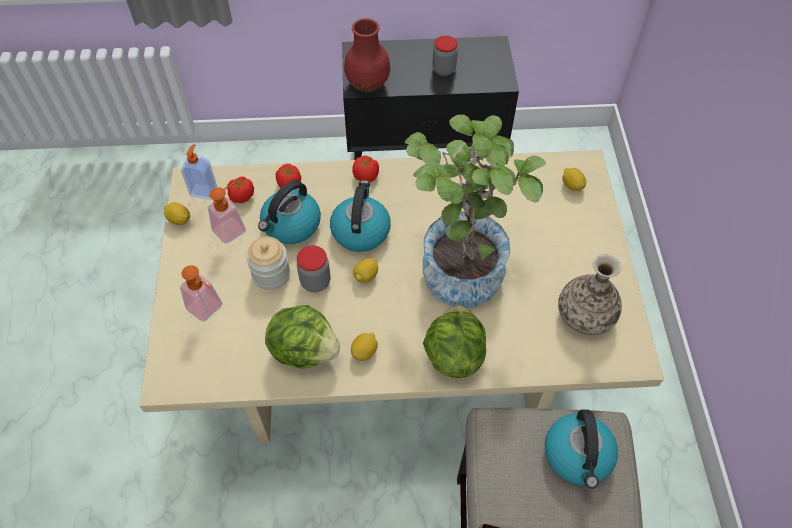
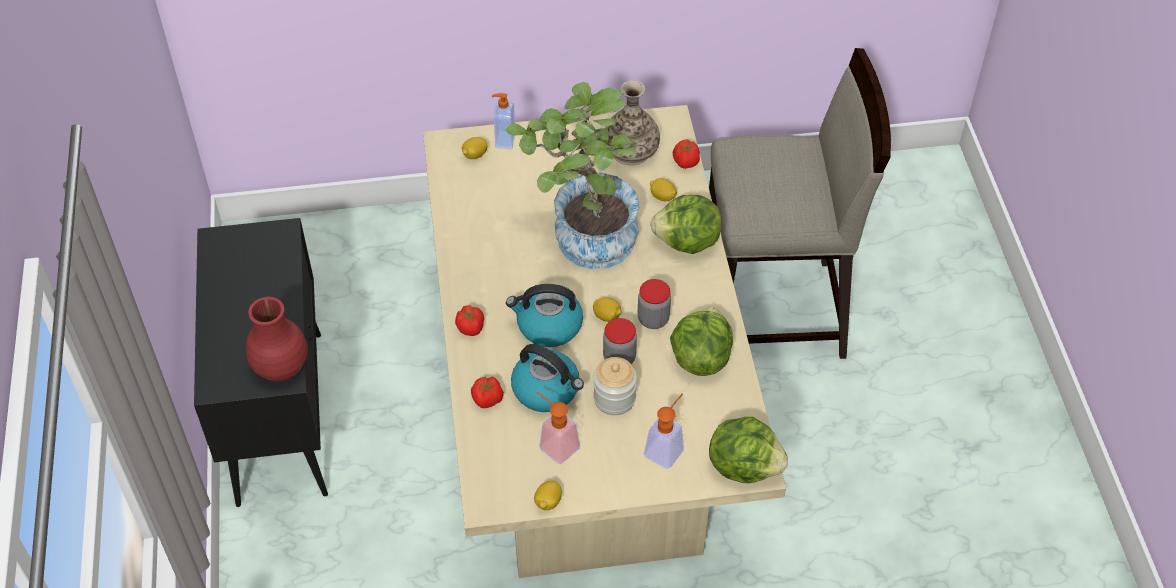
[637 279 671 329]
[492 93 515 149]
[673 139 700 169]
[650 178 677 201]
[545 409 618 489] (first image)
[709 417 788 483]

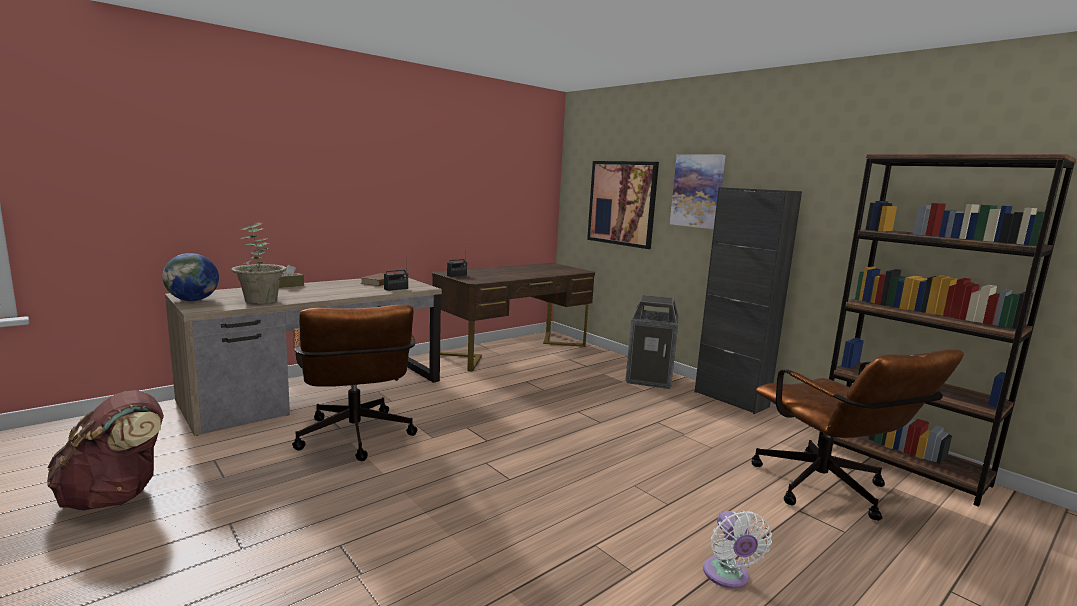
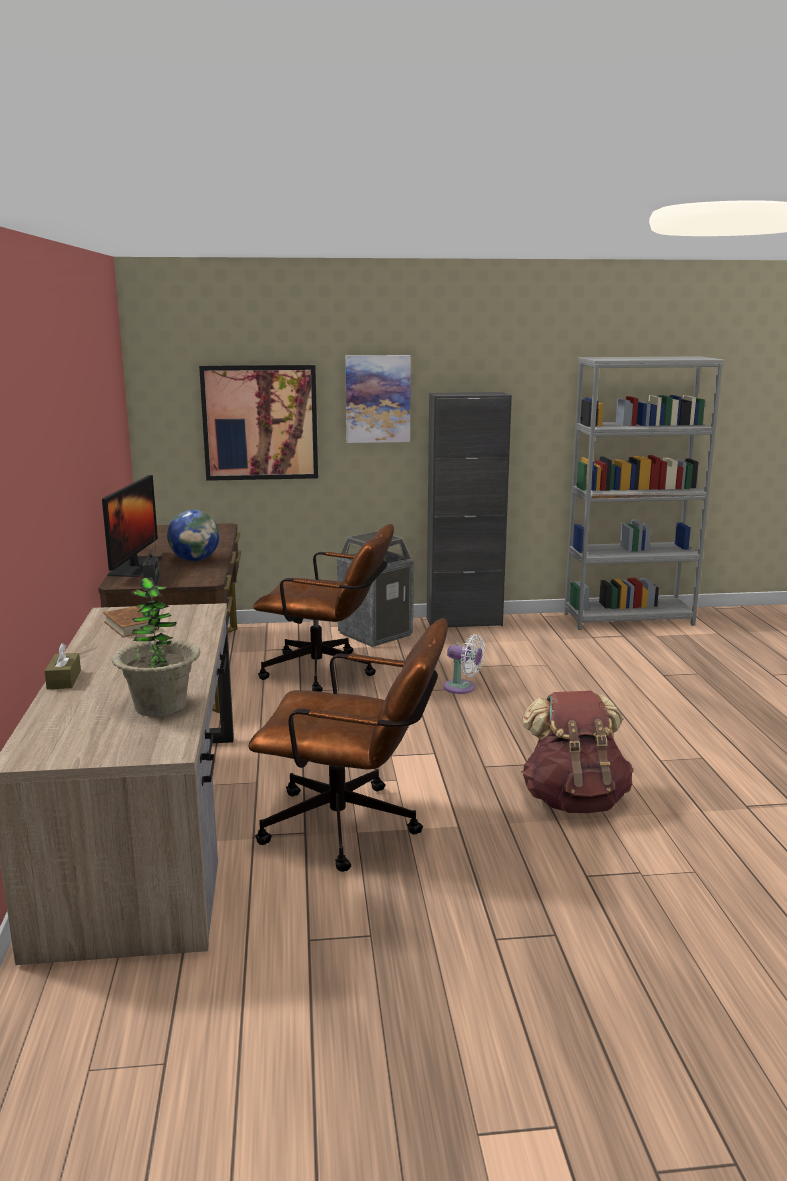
[564 356 724 630]
[167 510 219 561]
[384 256 408 291] (first image)
[253 524 394 692]
[521 691 633 813]
[444 634 485 694]
[102 475 162 577]

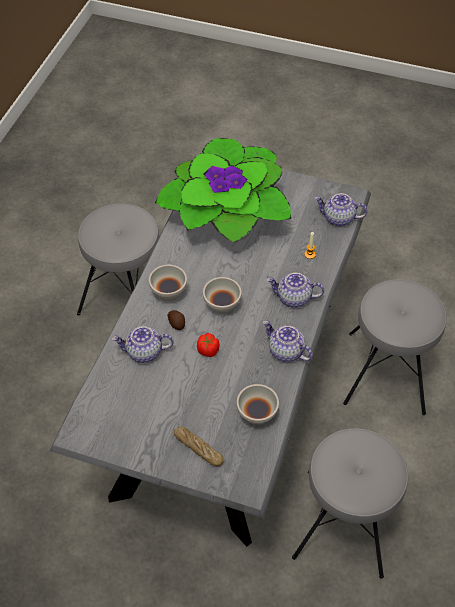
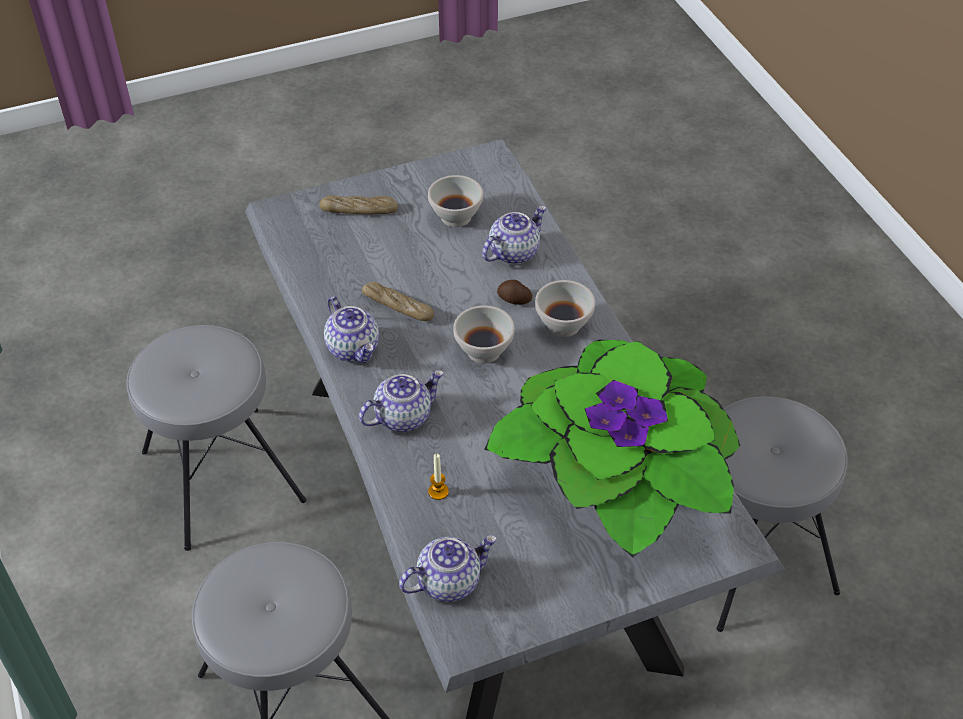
[324 296 379 363]
[197 333 220 357] (first image)
[428 175 483 227]
[362 282 434 321]

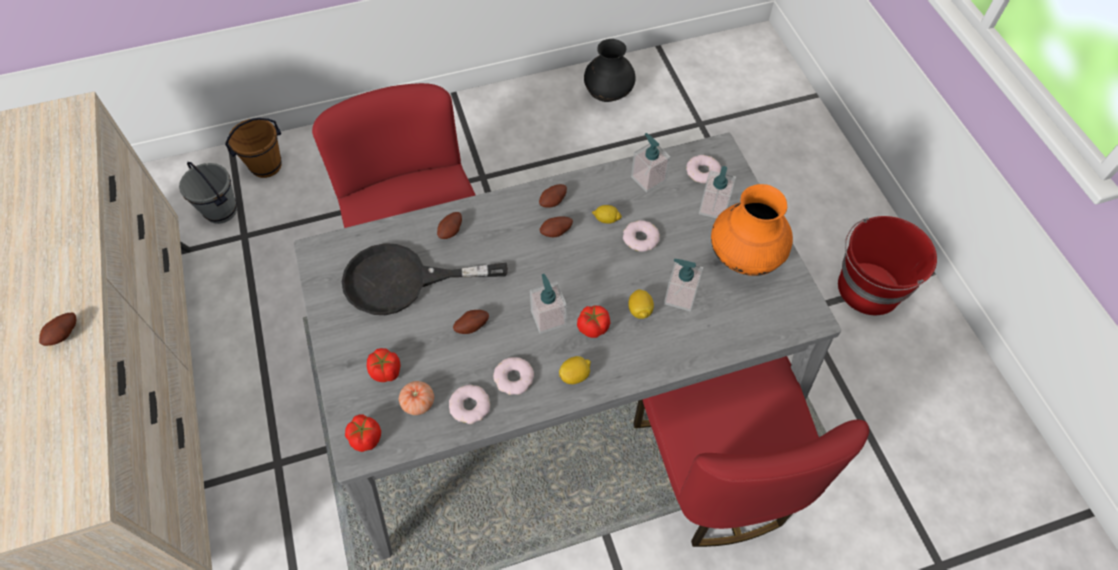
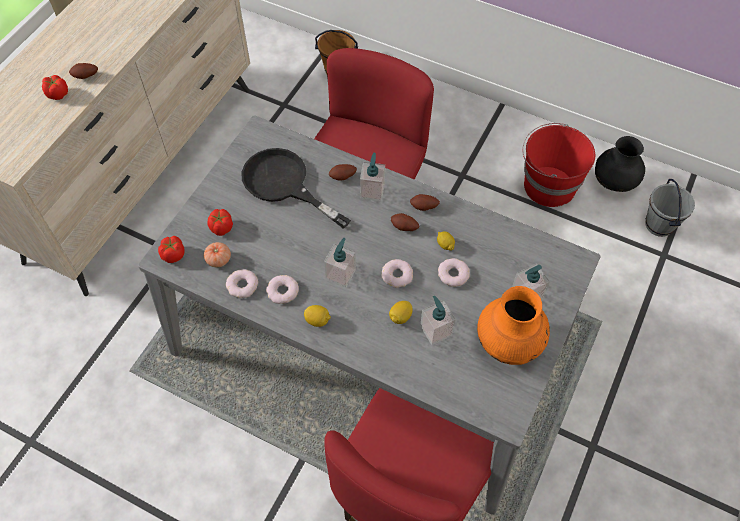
[360 153 385 201]
[381 259 413 288]
[645 179 695 237]
[522 123 595 207]
[42 75 68 100]
[453 310 489 334] (first image)

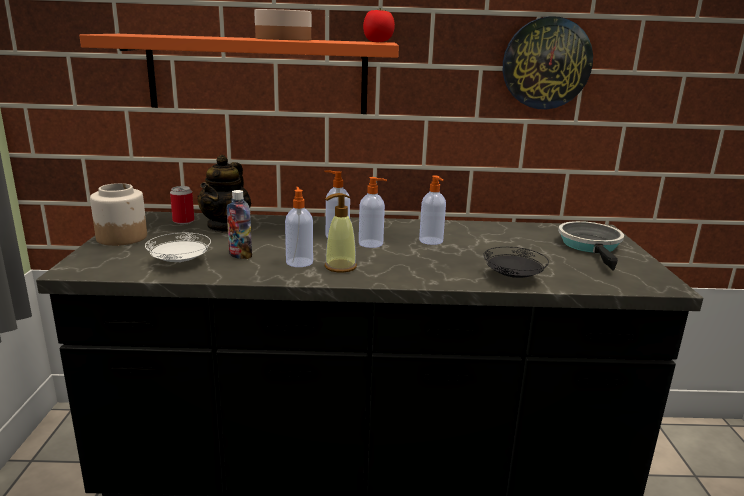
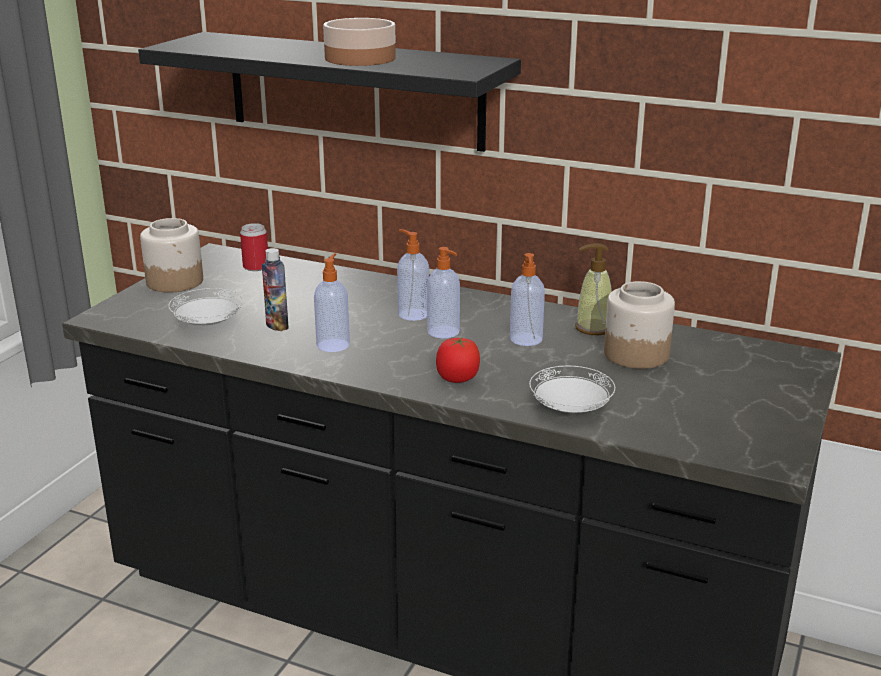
[436 338 480 383]
[503 16 593 109] (first image)
[138 32 521 152]
[197 155 251 233] (first image)
[575 243 612 335]
[558 221 624 271] (first image)
[529 366 615 413]
[604 281 675 369]

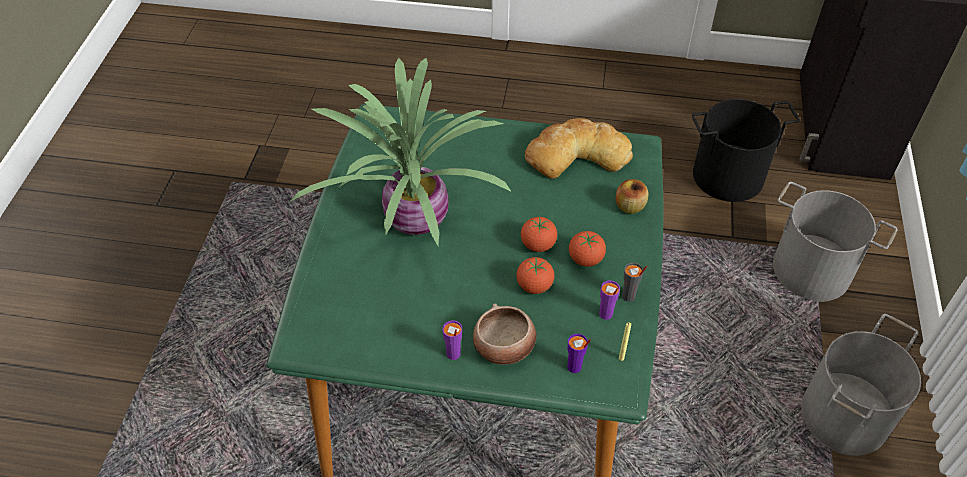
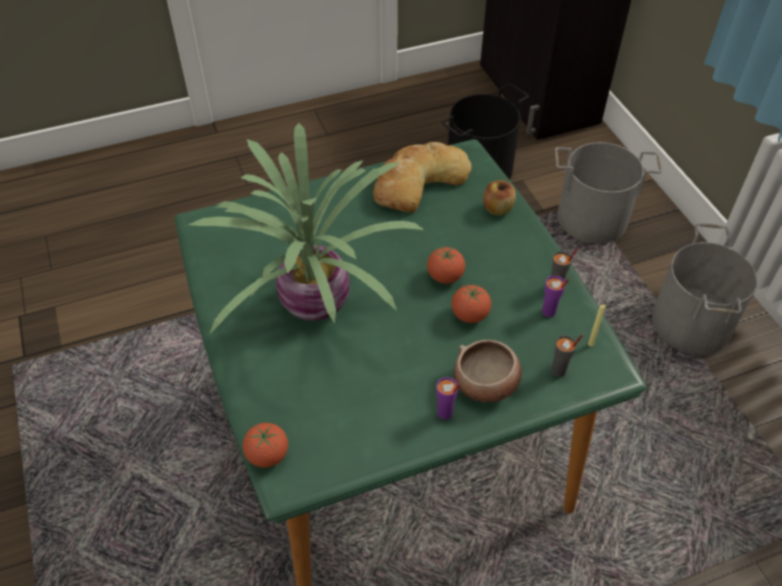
[243 423 288 468]
[551 335 583 377]

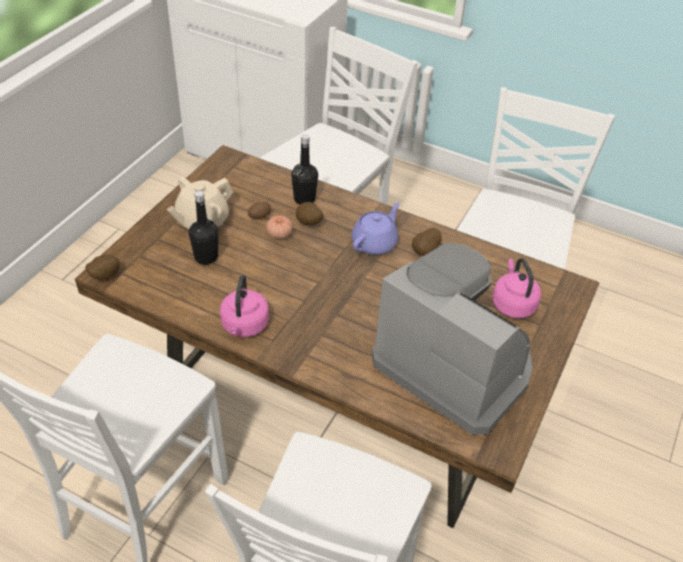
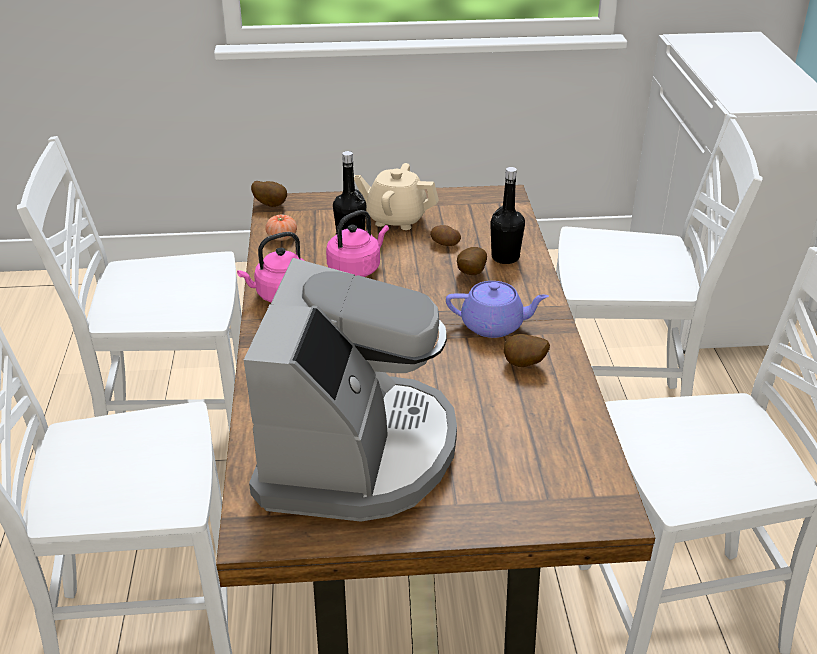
[265 215 297 241]
[326 210 389 277]

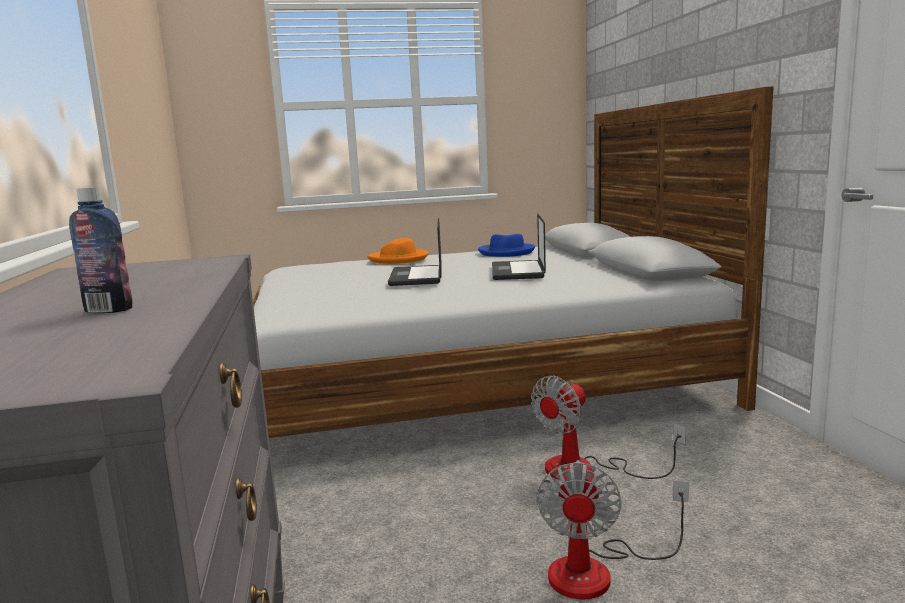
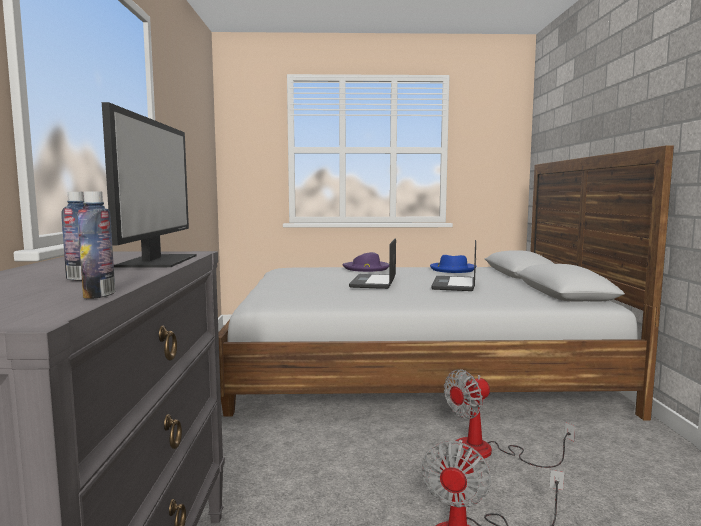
[342 252 389 272]
[102 102 196 268]
[77 191 115 299]

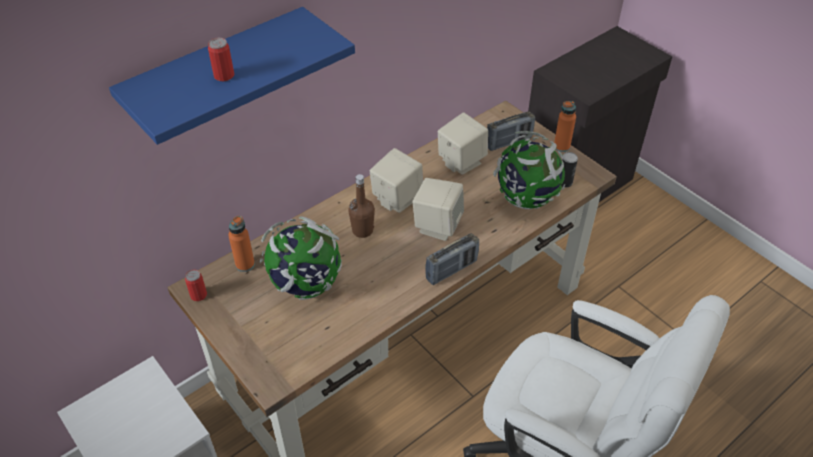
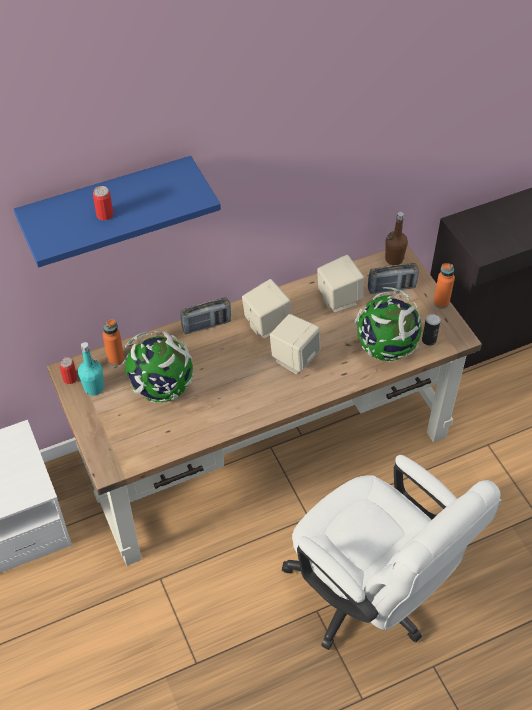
[385 212 408 265]
[180 297 231 334]
[78 342 104 396]

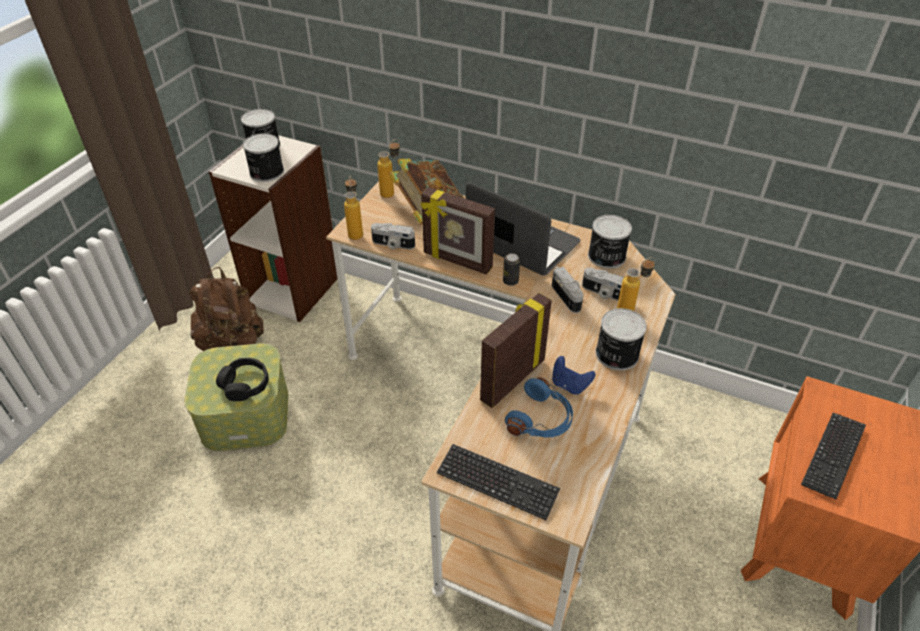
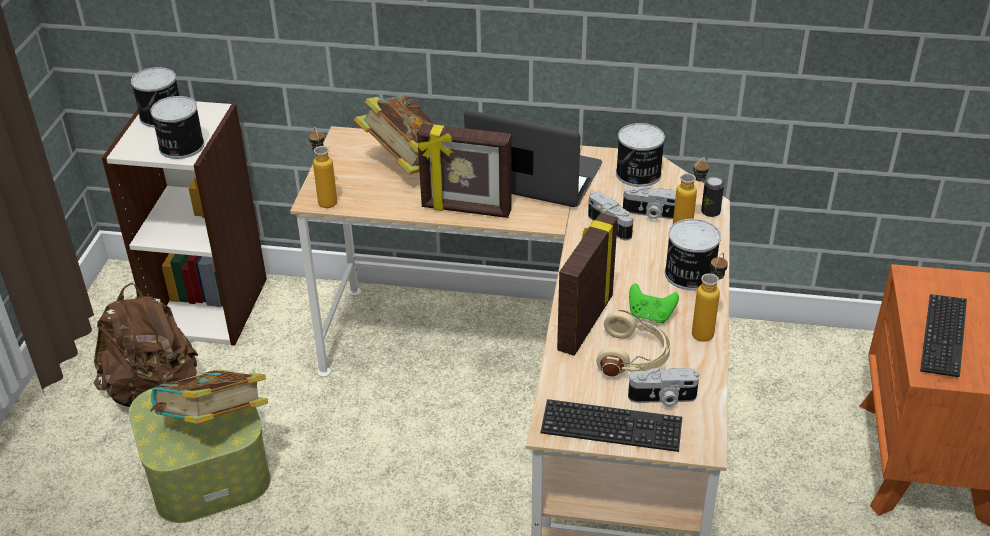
[692 253 728 342]
[628 367 699 407]
[701 177 724 217]
[629 283 679 323]
[150 370 268 424]
[596 310 670 376]

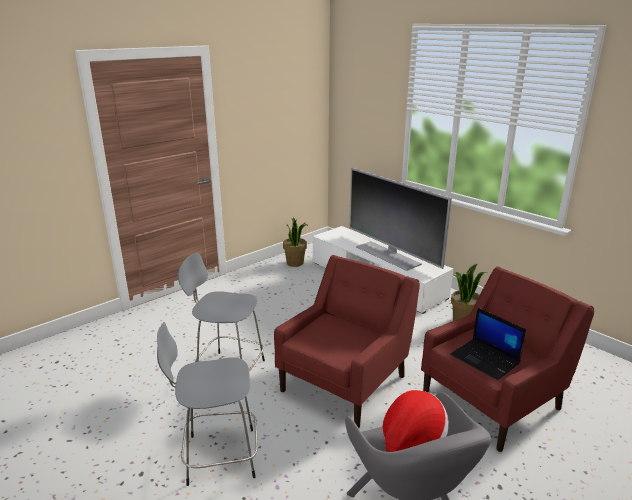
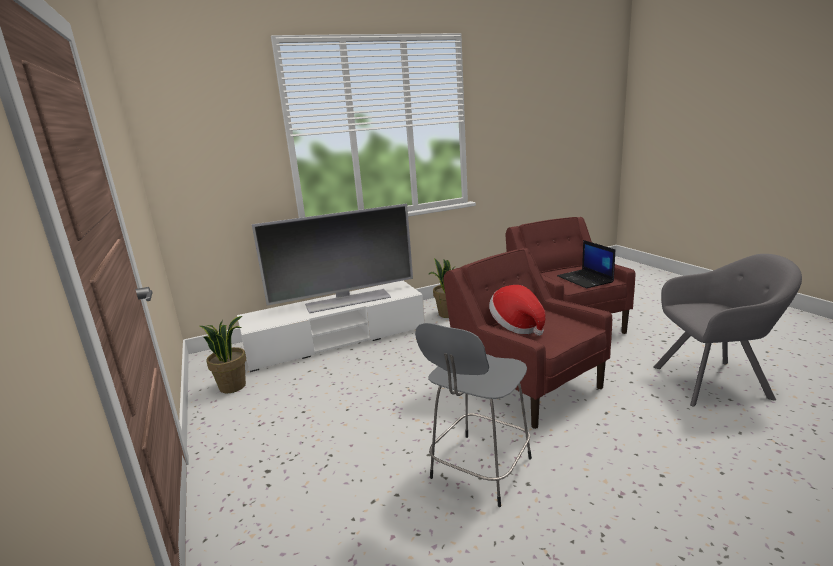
[557 240 615 288]
[157 322 258 486] (first image)
[489 285 545 336]

